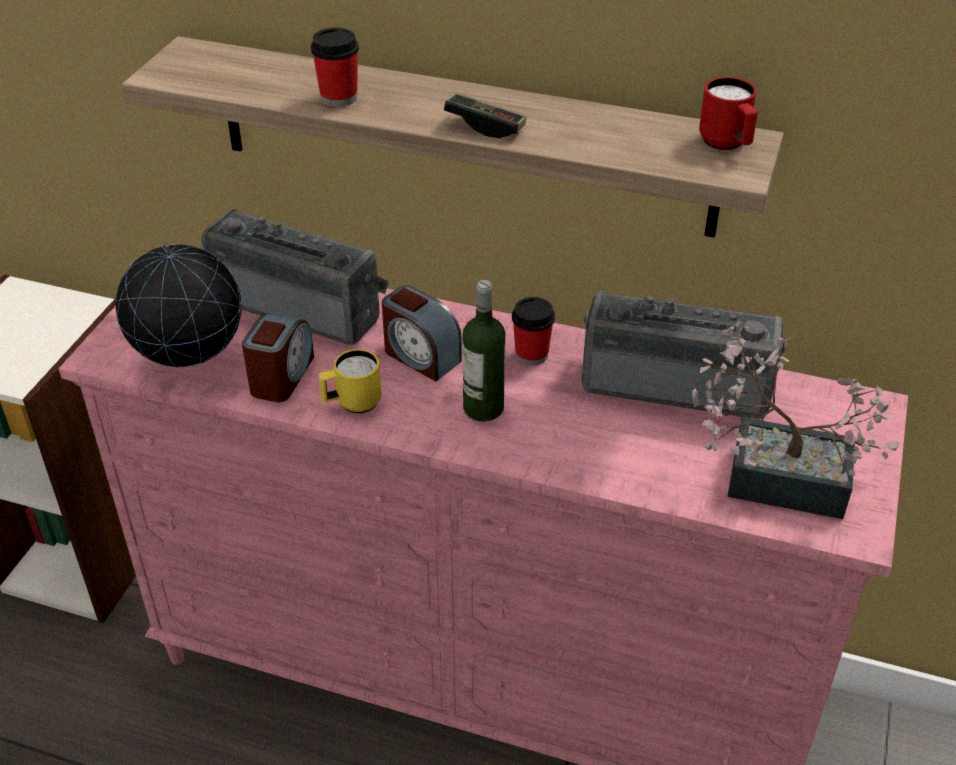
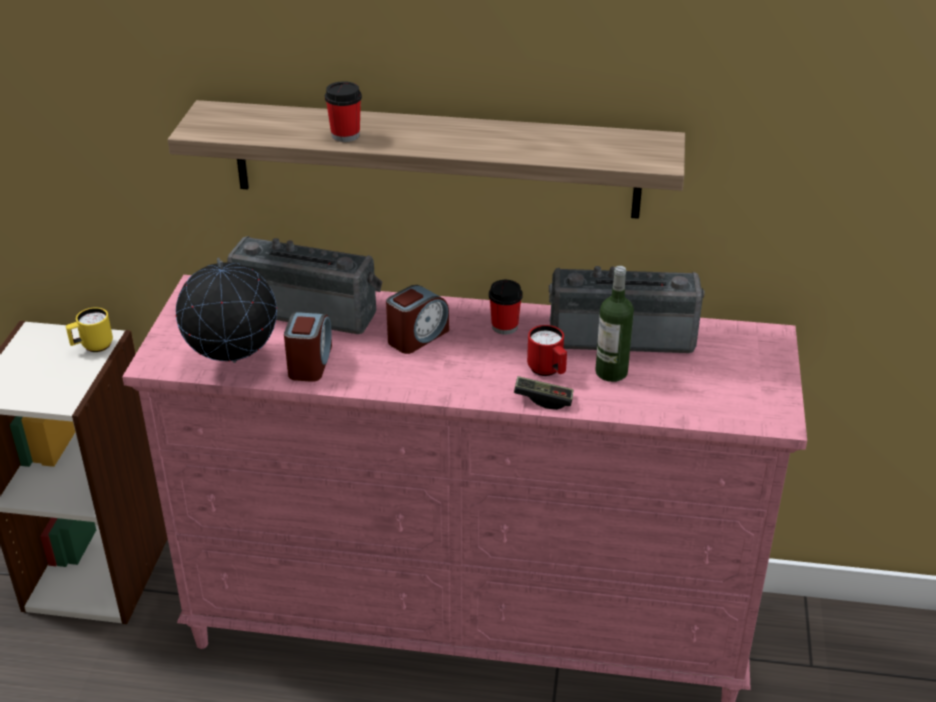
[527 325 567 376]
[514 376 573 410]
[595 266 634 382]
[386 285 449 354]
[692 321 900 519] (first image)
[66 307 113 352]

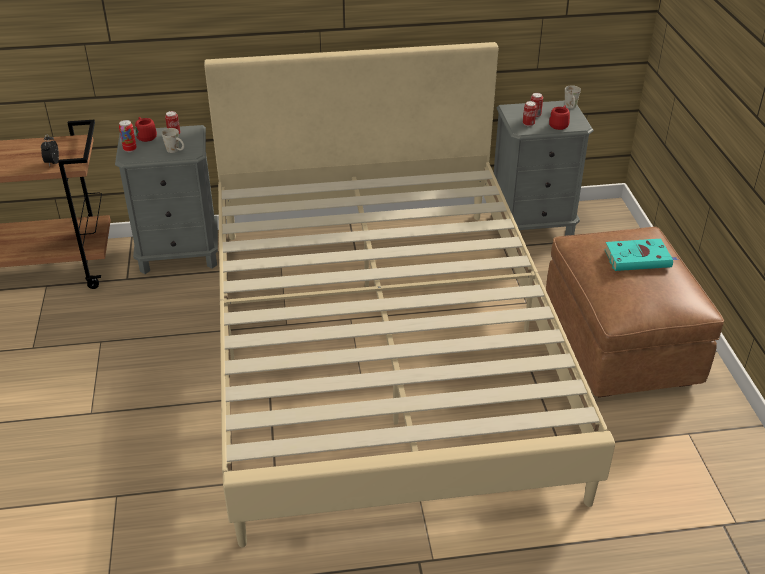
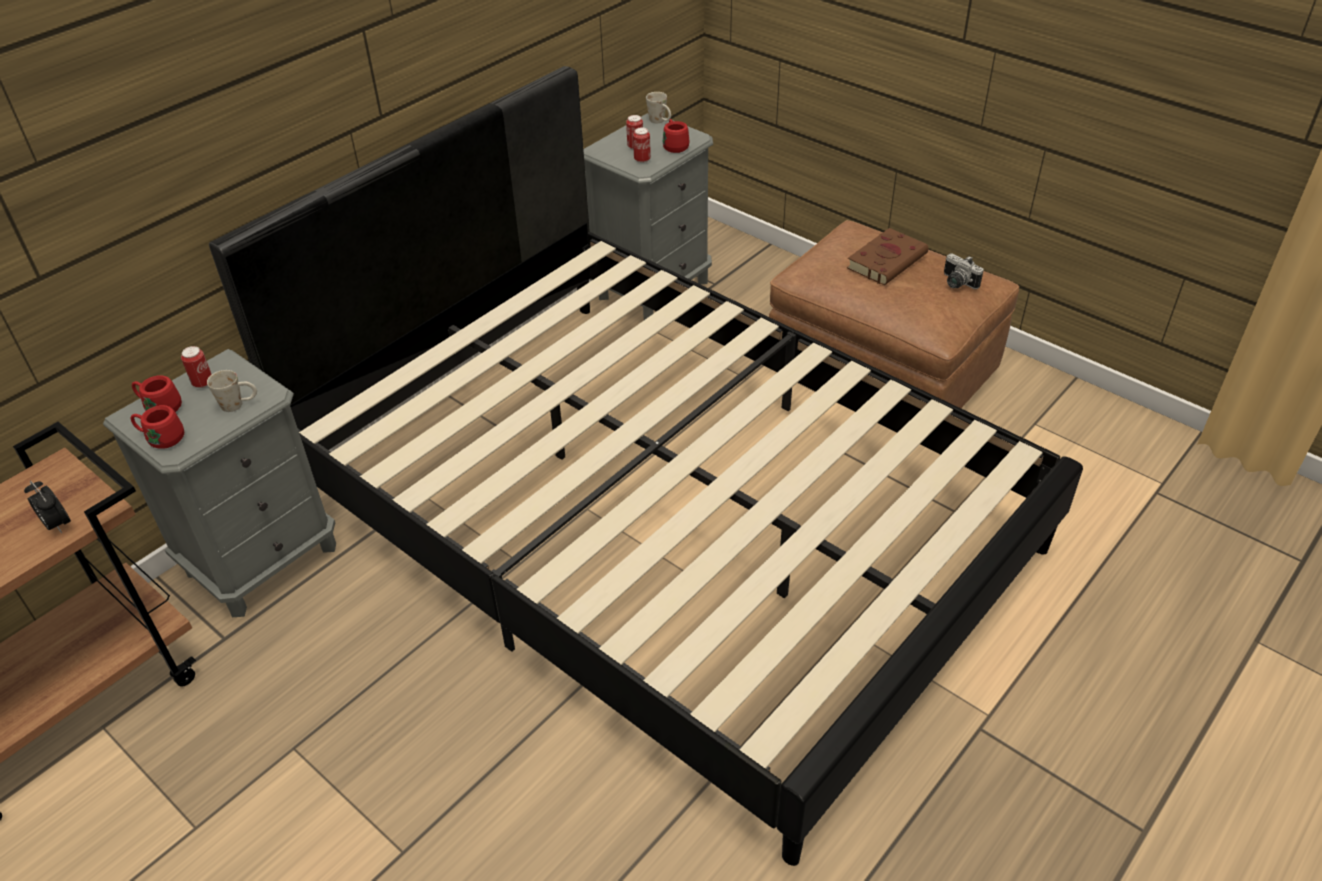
[209 66 1083 866]
[131 405 184 449]
[847 228 928 285]
[944 254 984 289]

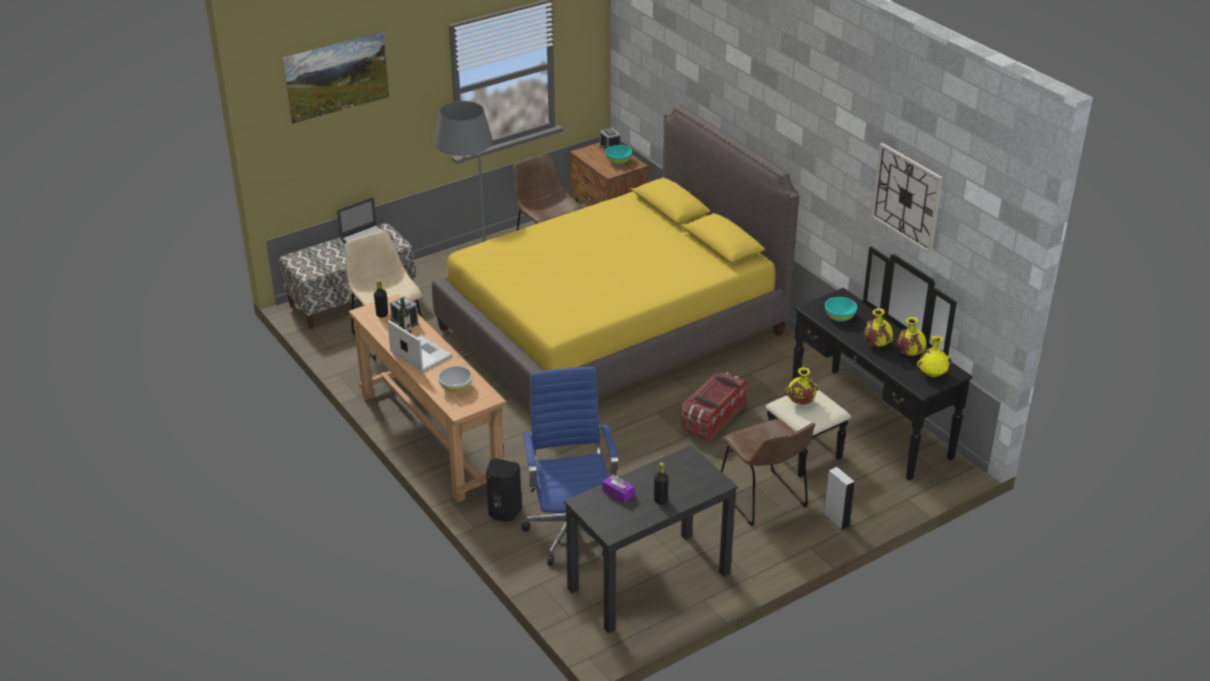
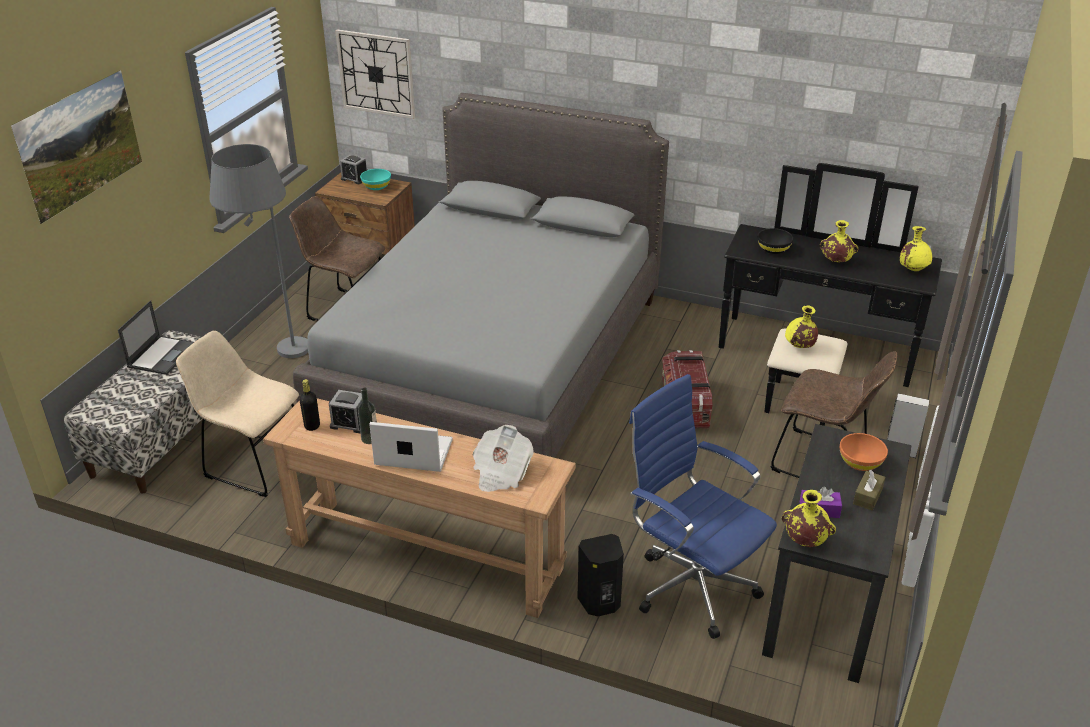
[293 93 669 458]
[335 29 415 119]
[758 228 793 254]
[782 490 836 547]
[473 425 534 492]
[853 470 885 511]
[840 433 888 471]

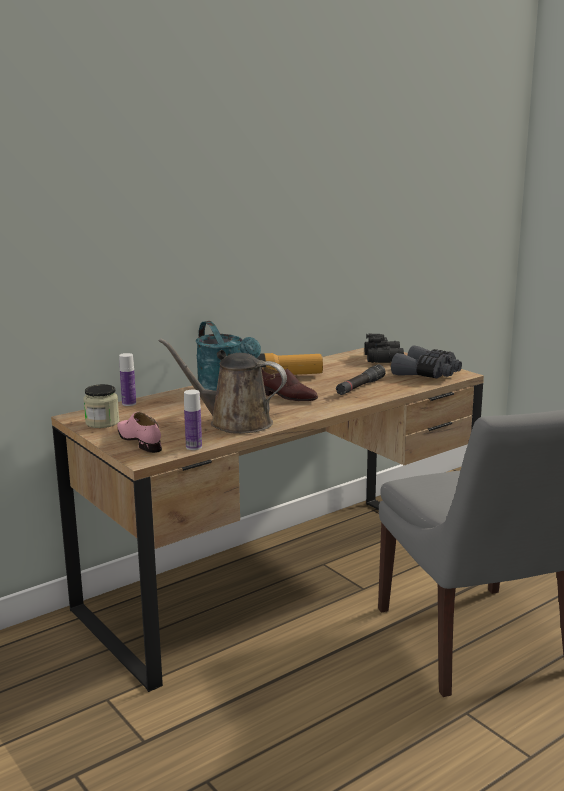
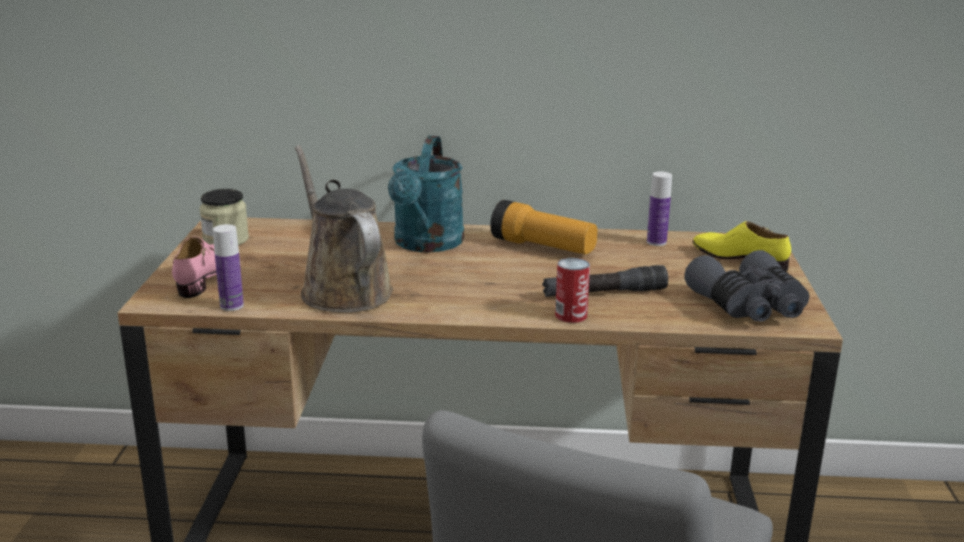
[693 221 791 271]
[647 172 672 246]
[261 367 318 401] (first image)
[555 258 590 323]

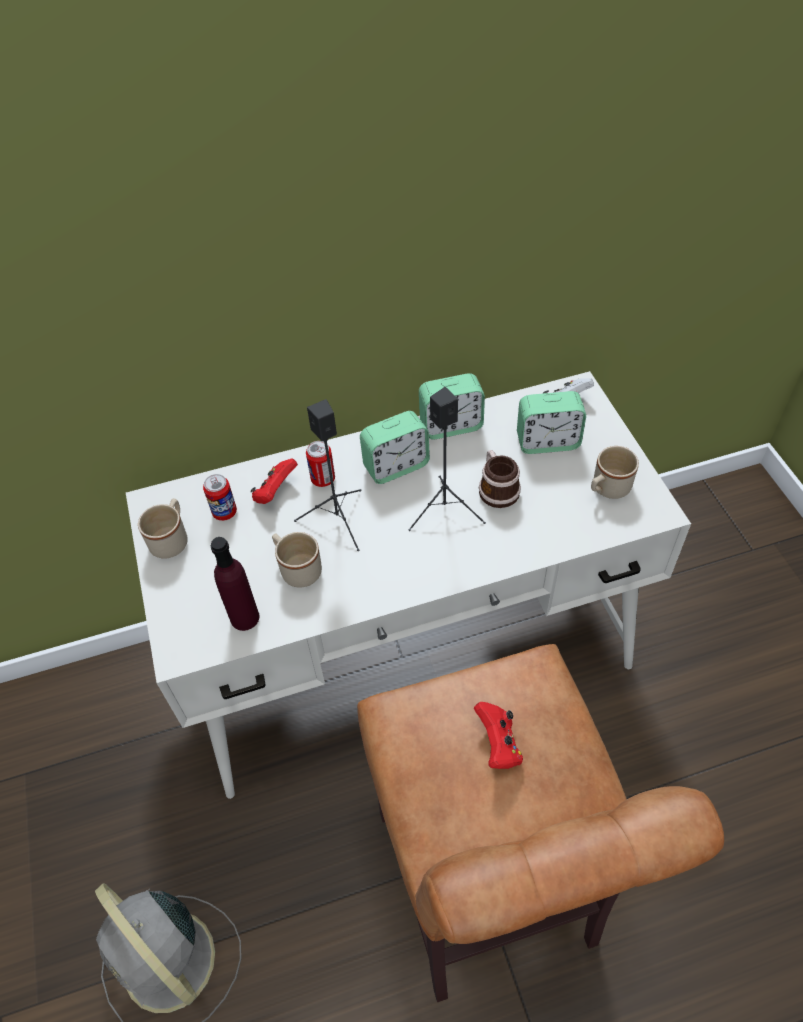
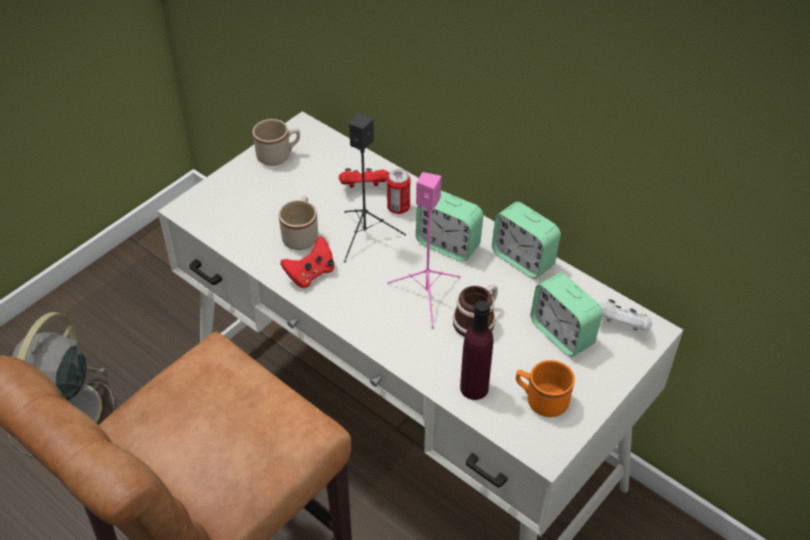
[387 172 461 329]
[516 360 575 417]
[203 474 237 521] (first image)
[460 300 493 400]
[280 236 334 288]

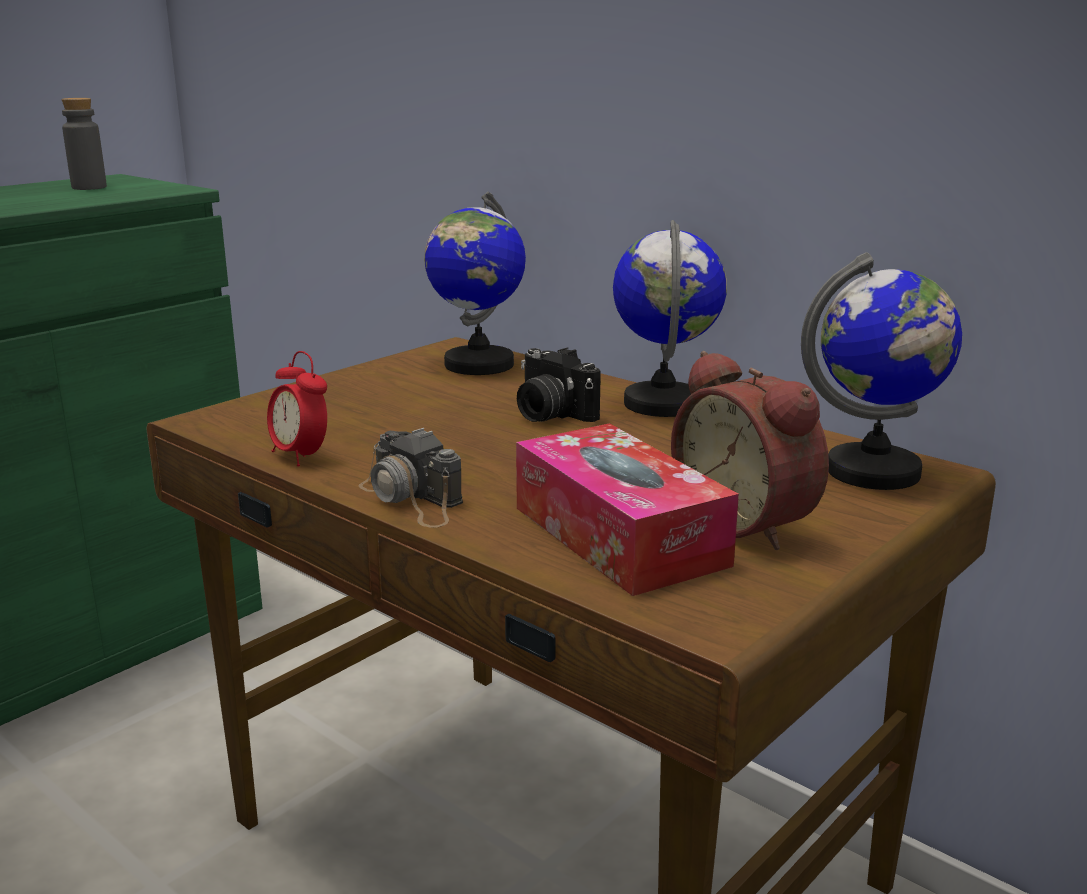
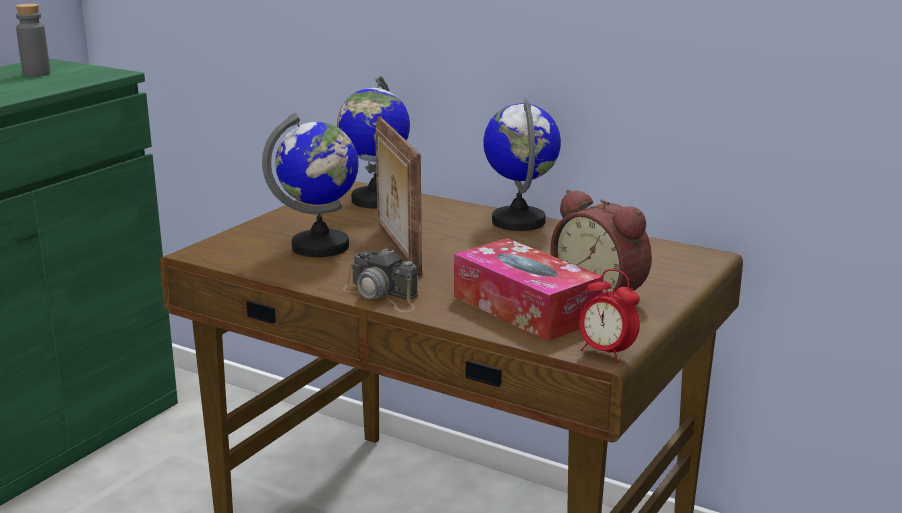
[262 113 358 257]
[517 348 601 422] (first image)
[579 269 640 363]
[375 116 422 277]

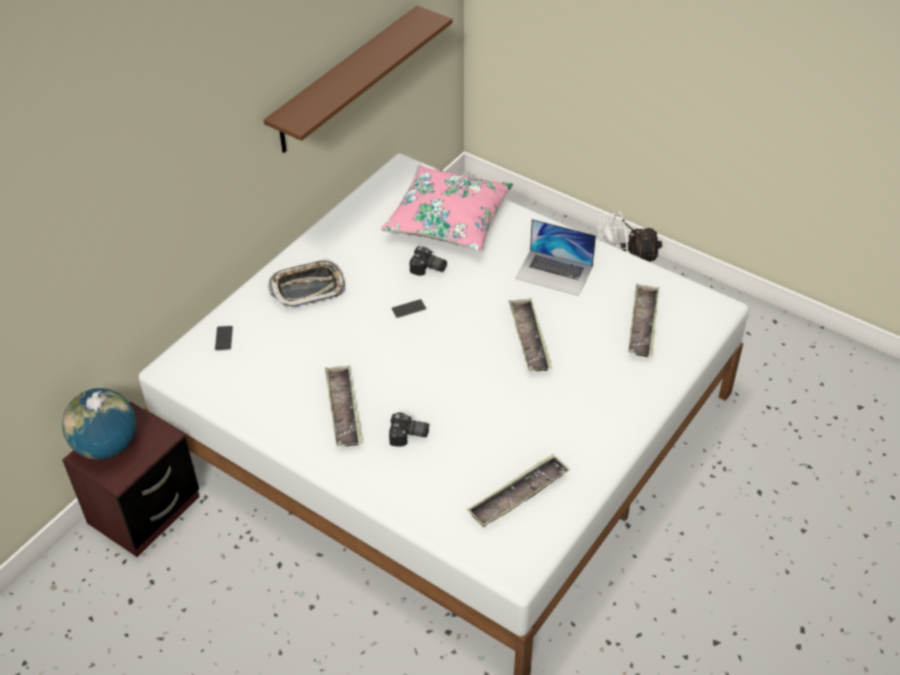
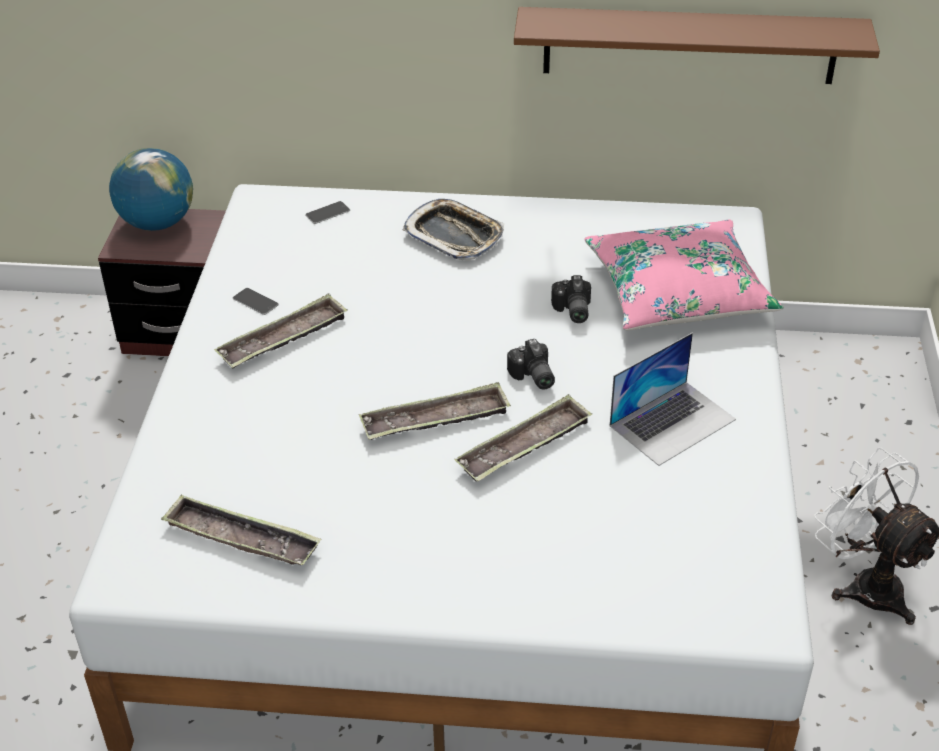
[610 333 736 466]
[359 382 511 440]
[233 288 279 315]
[507 339 555 390]

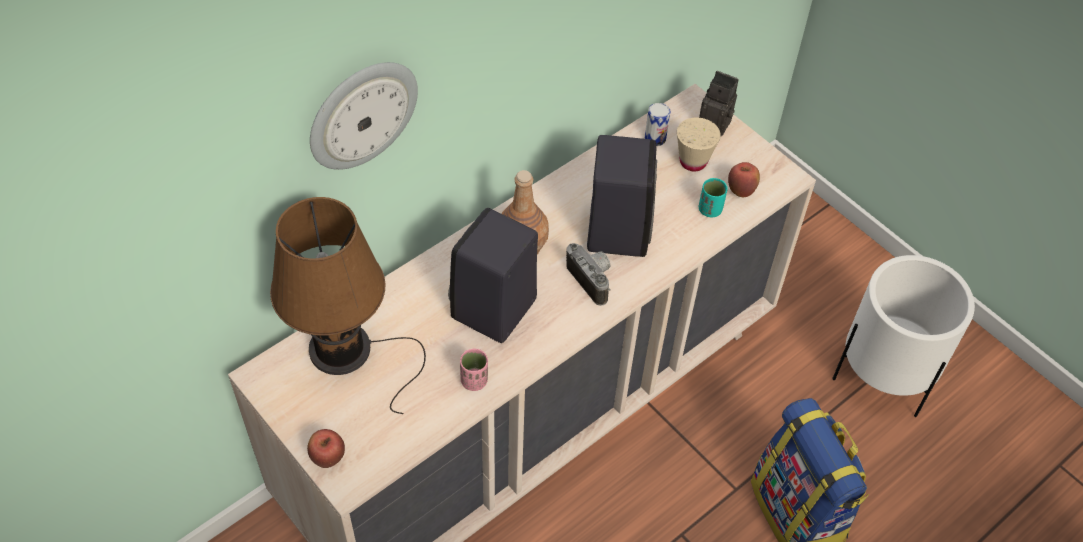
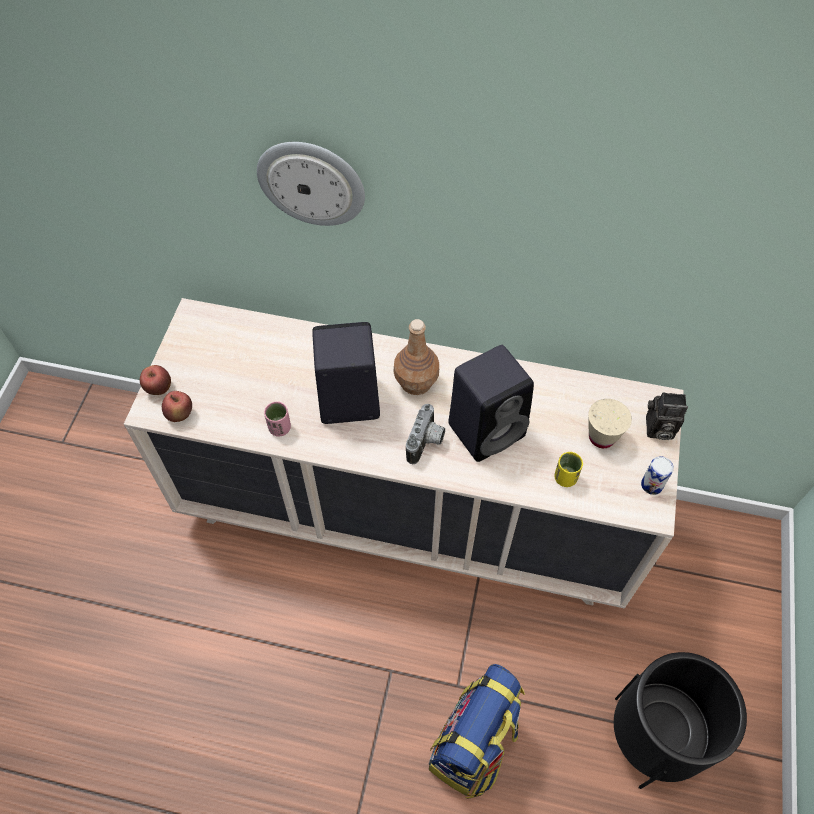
[646 392 688 440]
[641 456 674 495]
[162 391 192 422]
[554 452 583 487]
[270 197 426 414] (first image)
[614 652 747 789]

